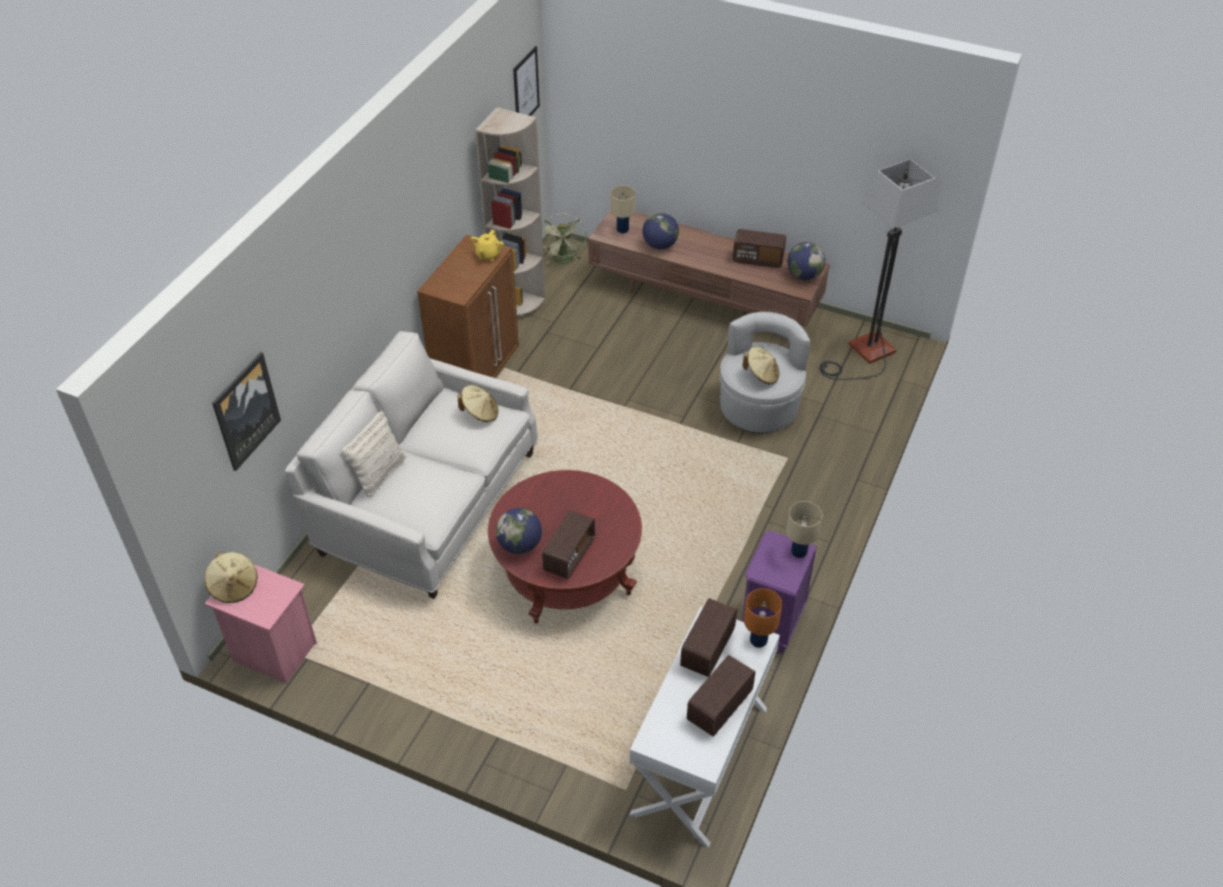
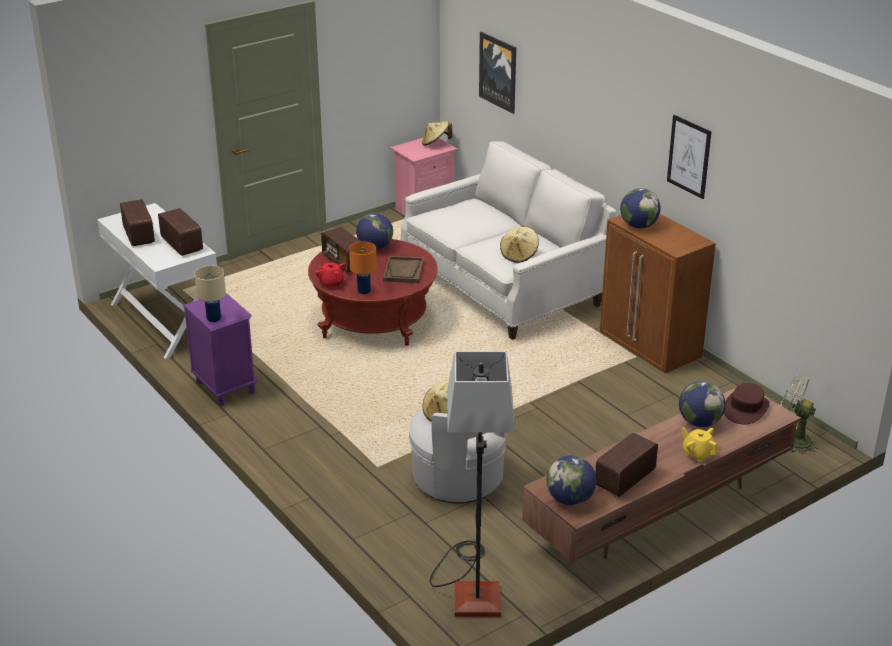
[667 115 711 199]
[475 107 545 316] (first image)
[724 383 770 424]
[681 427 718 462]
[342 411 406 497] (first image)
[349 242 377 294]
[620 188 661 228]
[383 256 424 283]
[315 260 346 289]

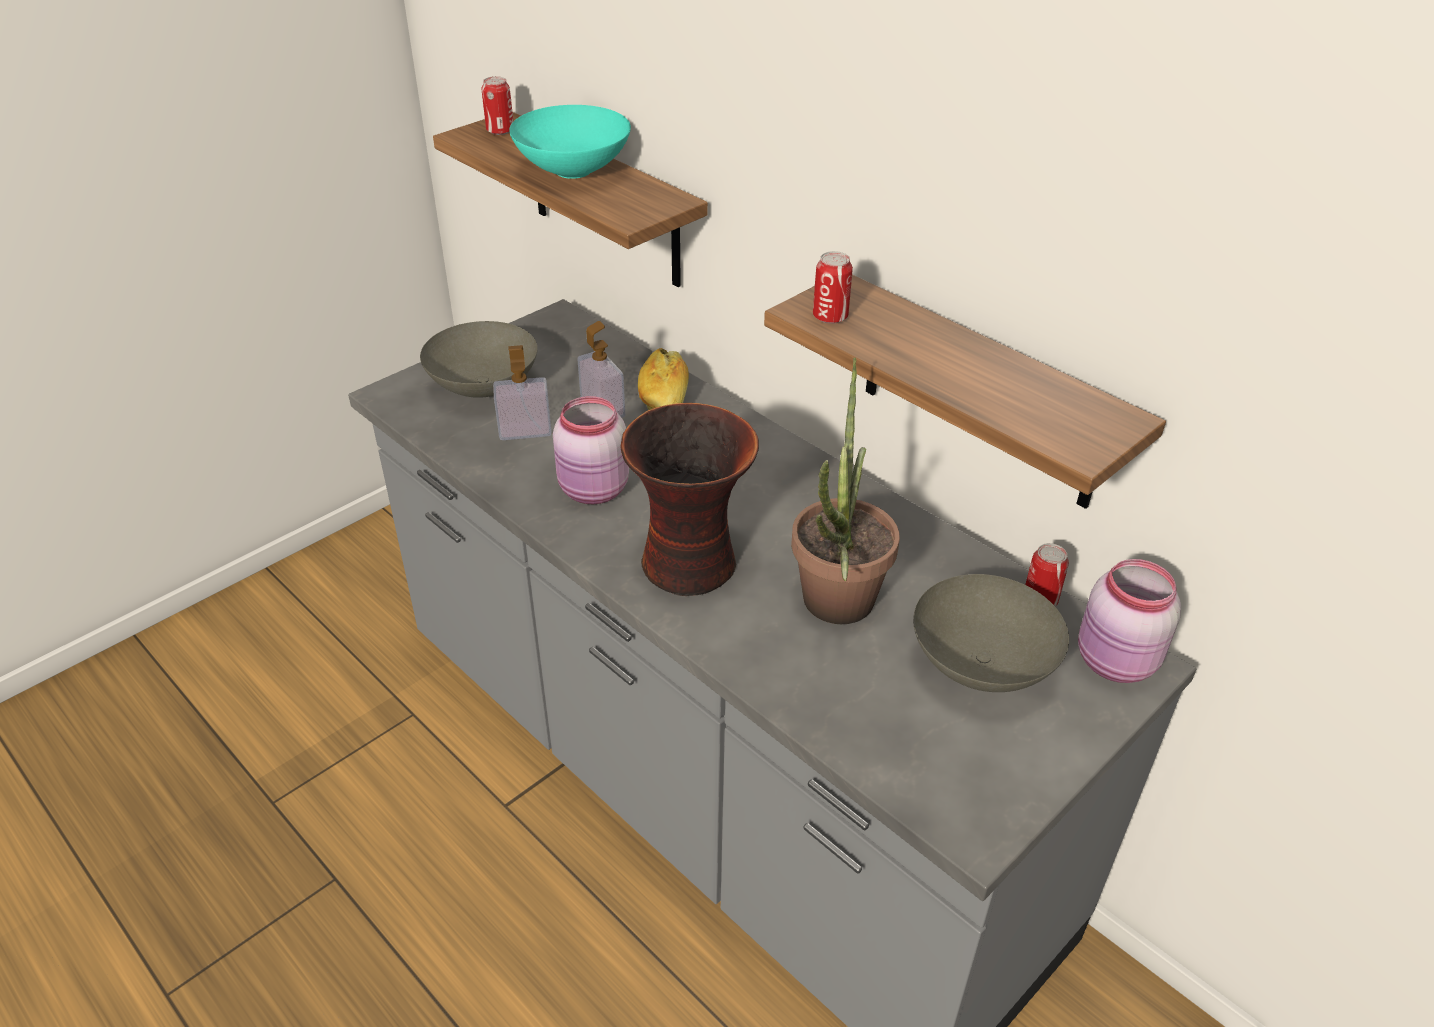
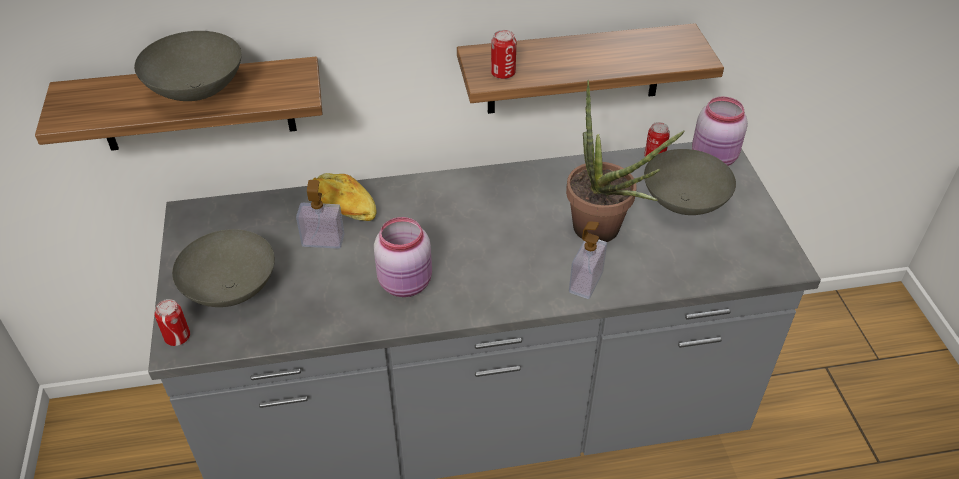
[155 299 190 346]
[134 31 242 101]
[569 221 607 299]
[621 403 759 596] (first image)

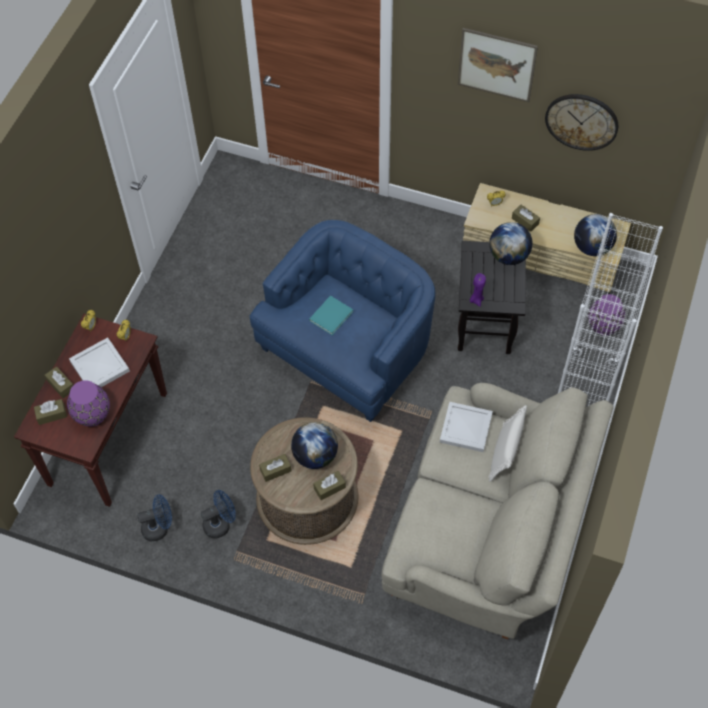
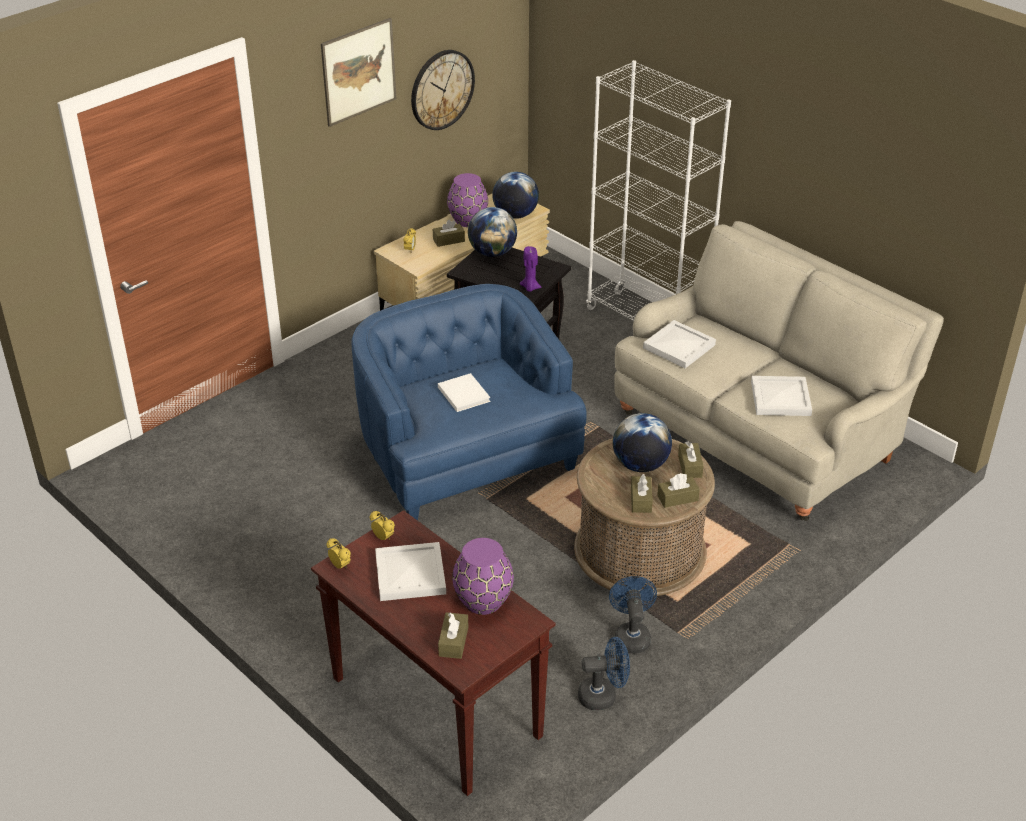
[447 173 488 227]
[438 373 490 412]
[657 473 700 508]
[489 405 527 482] (first image)
[578 637 630 710]
[751 376 812 416]

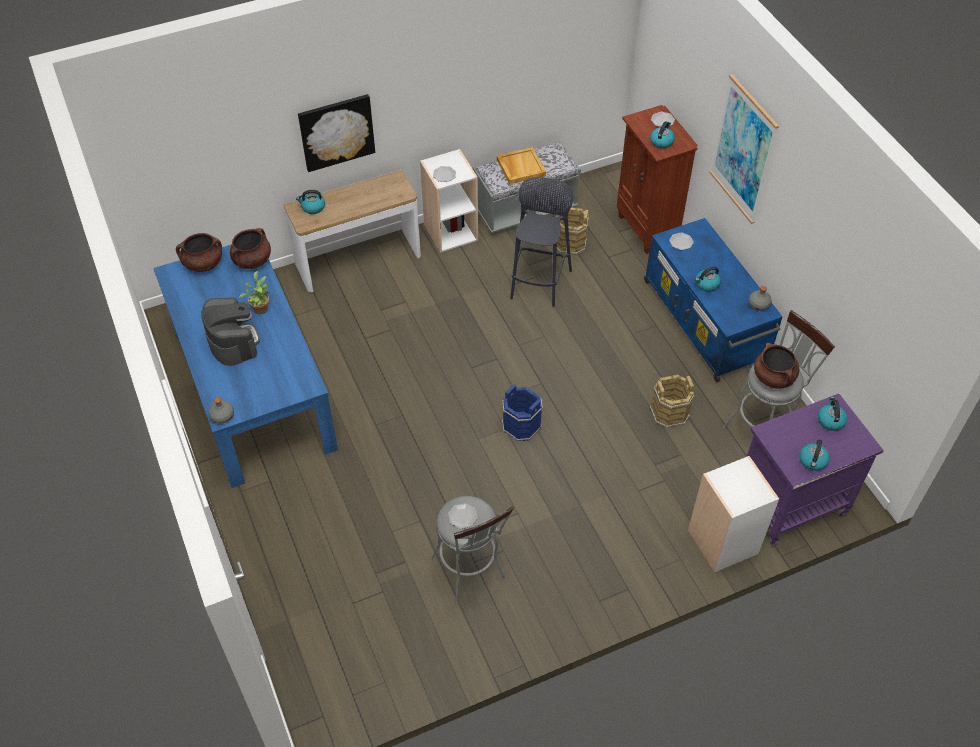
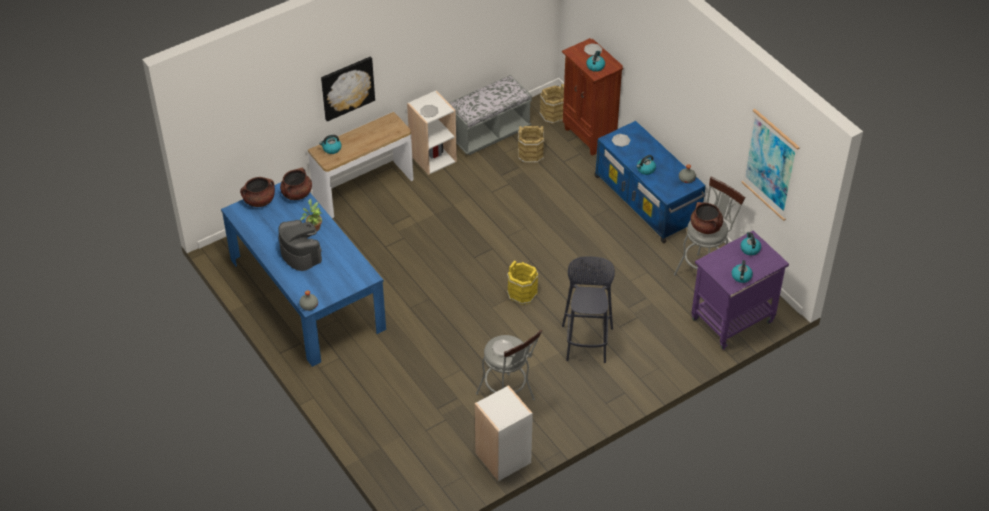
[741 109 800 221]
[497 147 546 185] (first image)
[562 256 615 363]
[540 84 564 124]
[507 261 539 305]
[475 385 533 481]

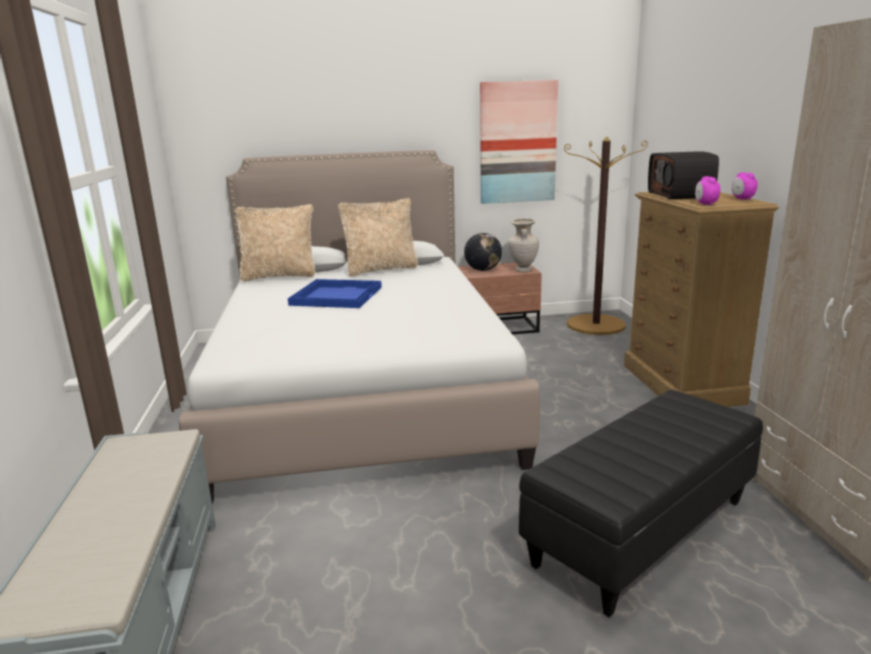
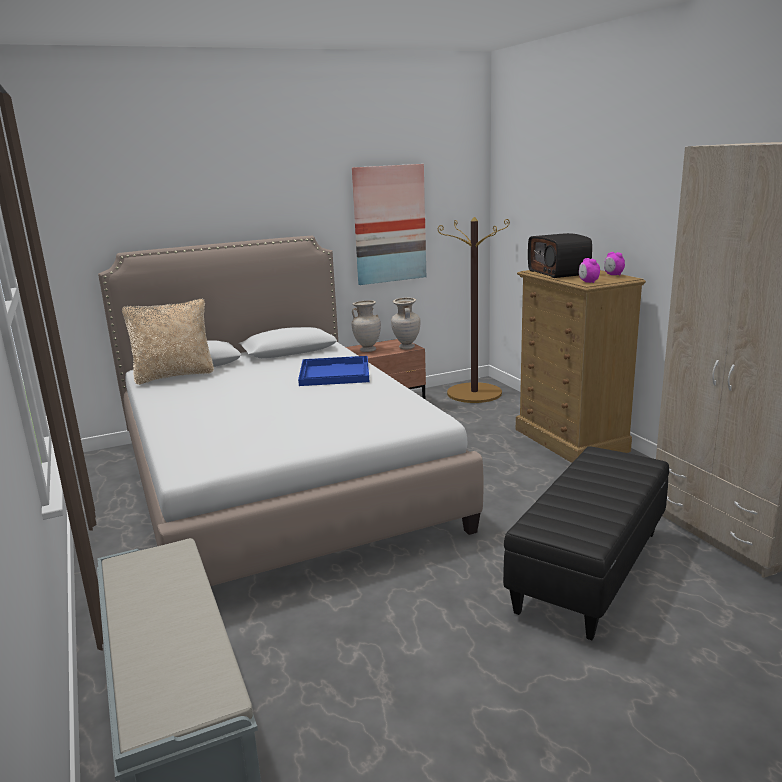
[338 198 418 277] (first image)
[351 300 381 352]
[298 356 369 386]

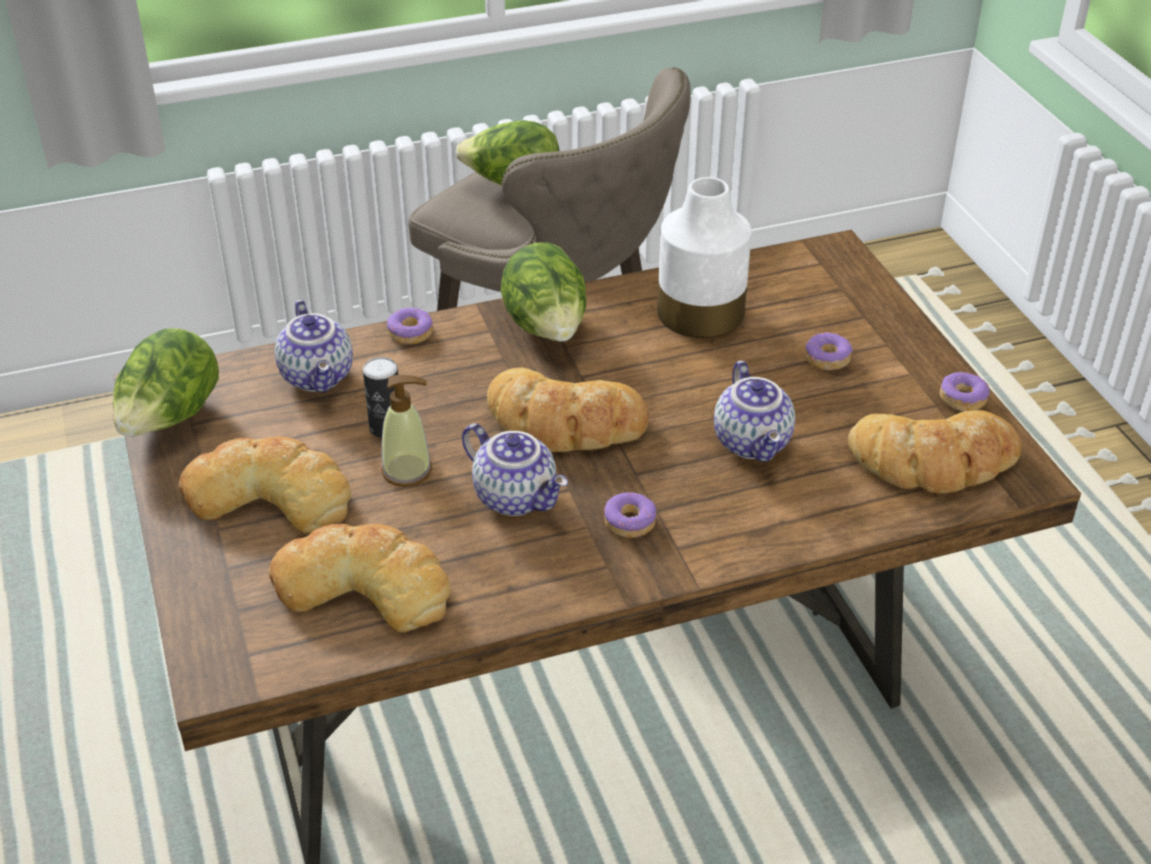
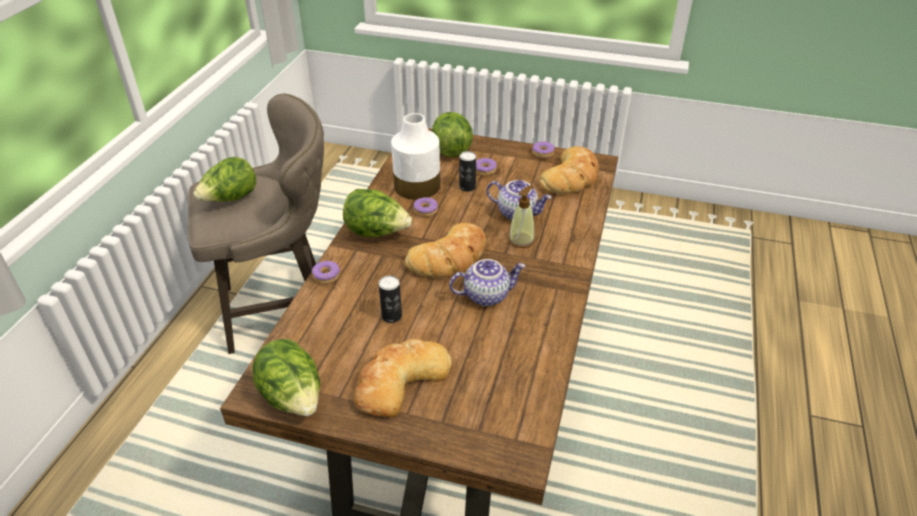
[275 300 353 393] (first image)
[509 186 535 248]
[414 197 438 217]
[269 524 451 633] (first image)
[432 112 473 157]
[459 151 476 192]

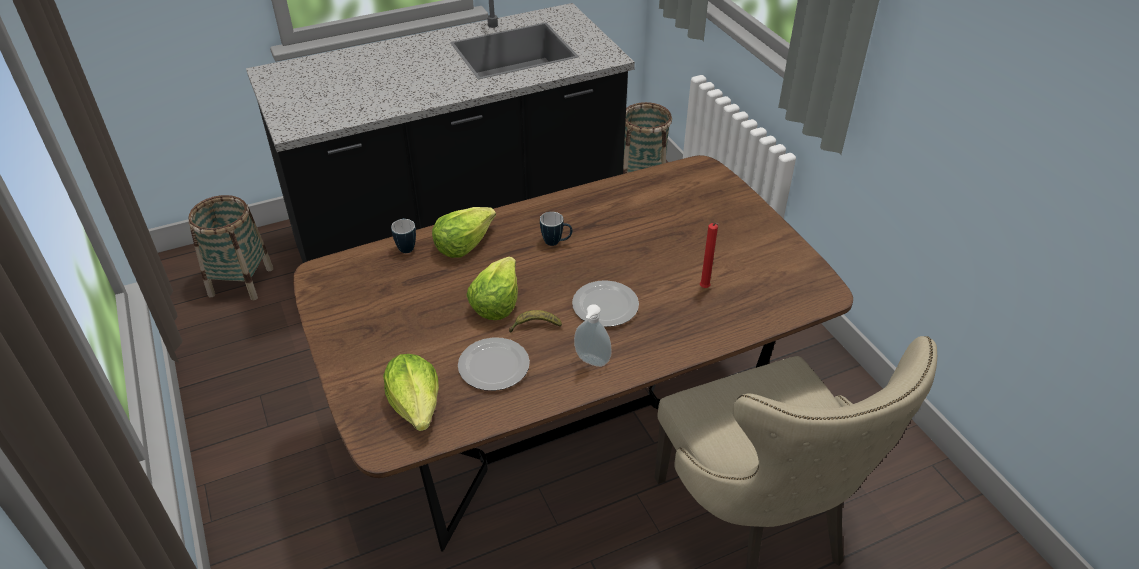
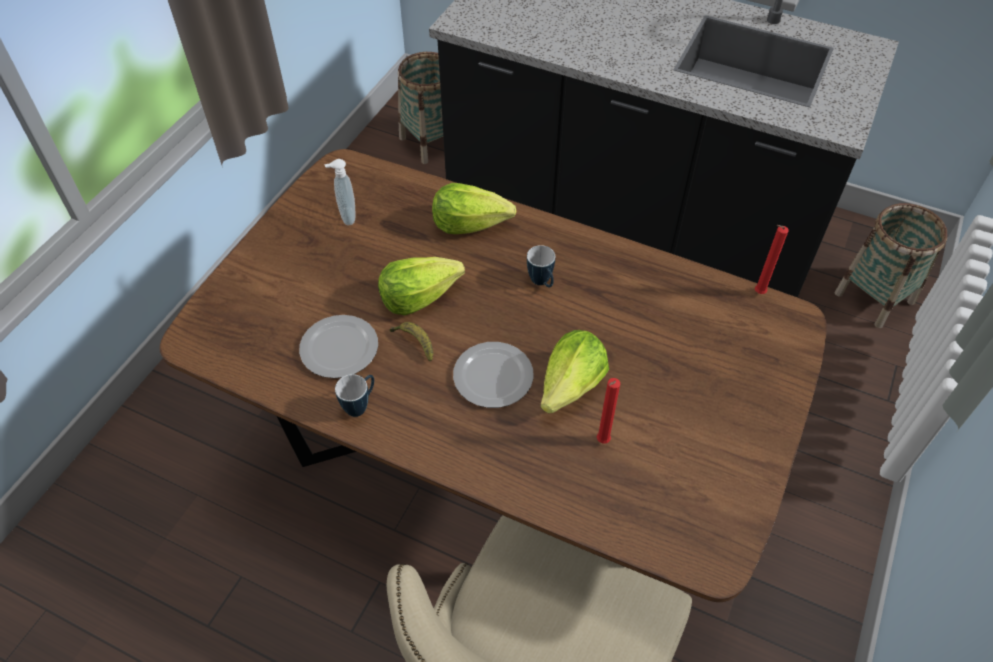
[335 374 374 417]
[325 159 356 225]
[540 330 609 413]
[755 225 789 294]

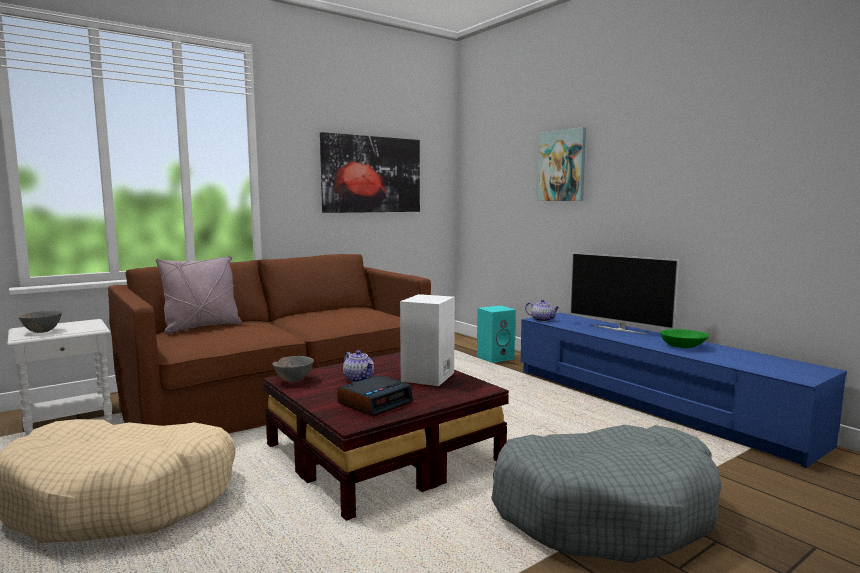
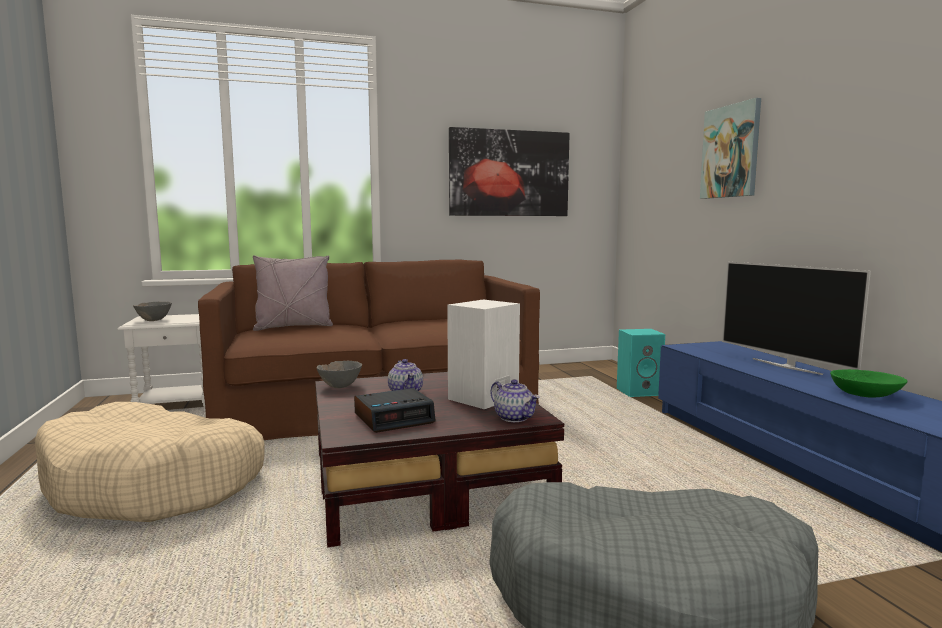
[490 379 540 422]

